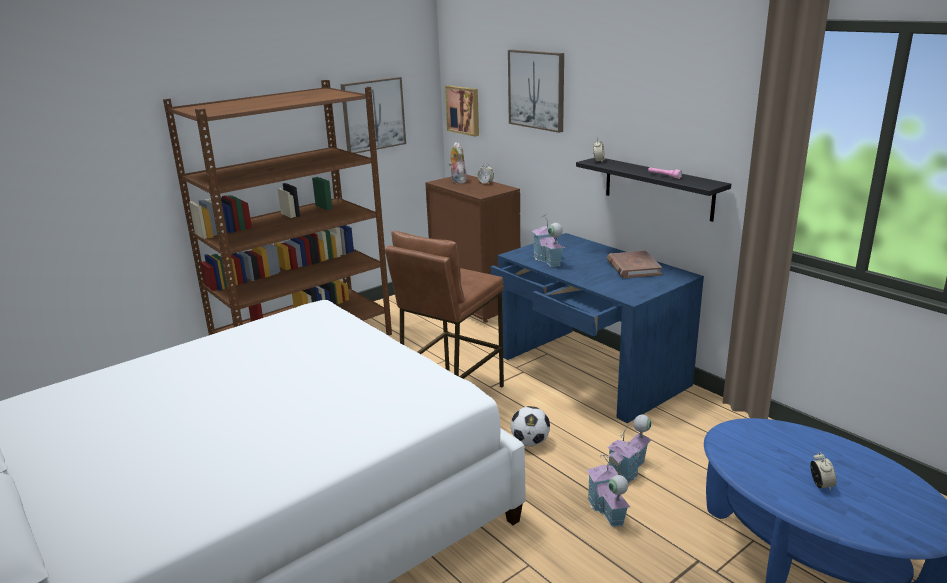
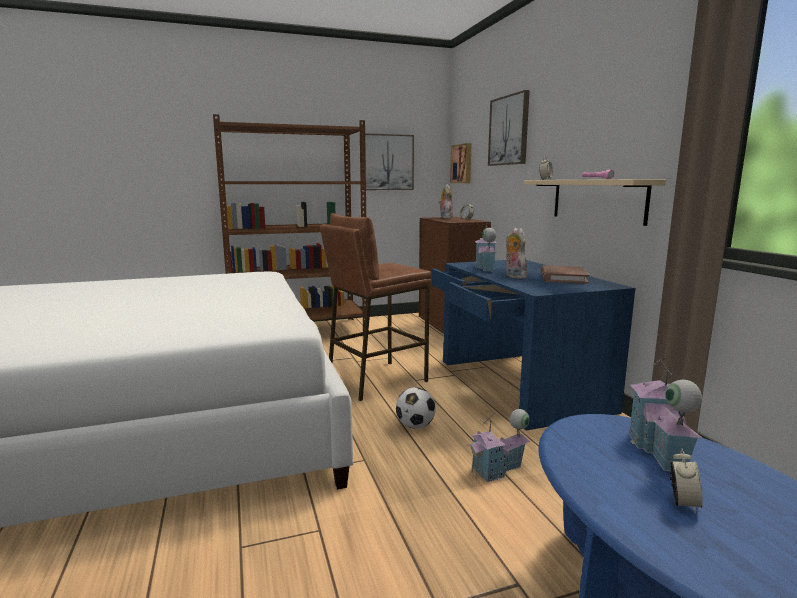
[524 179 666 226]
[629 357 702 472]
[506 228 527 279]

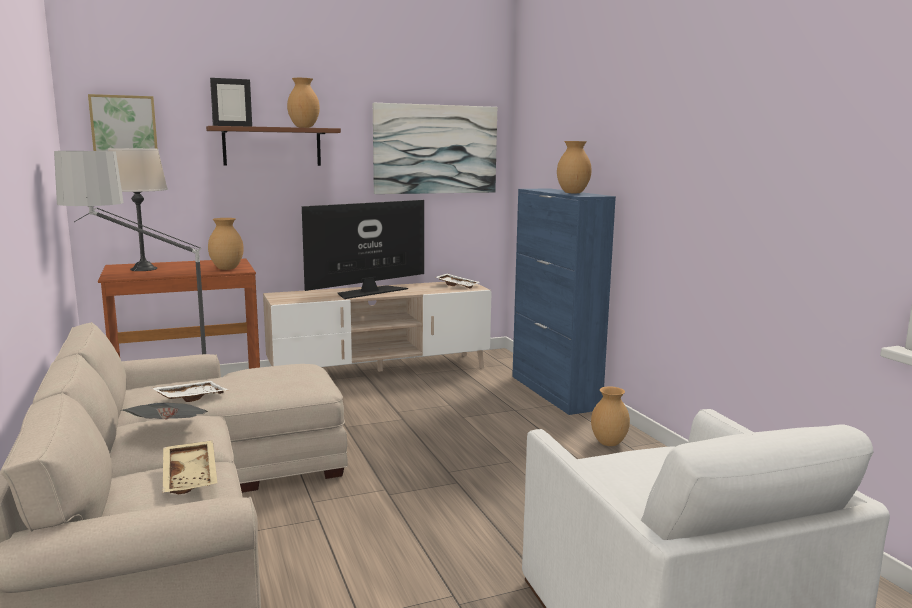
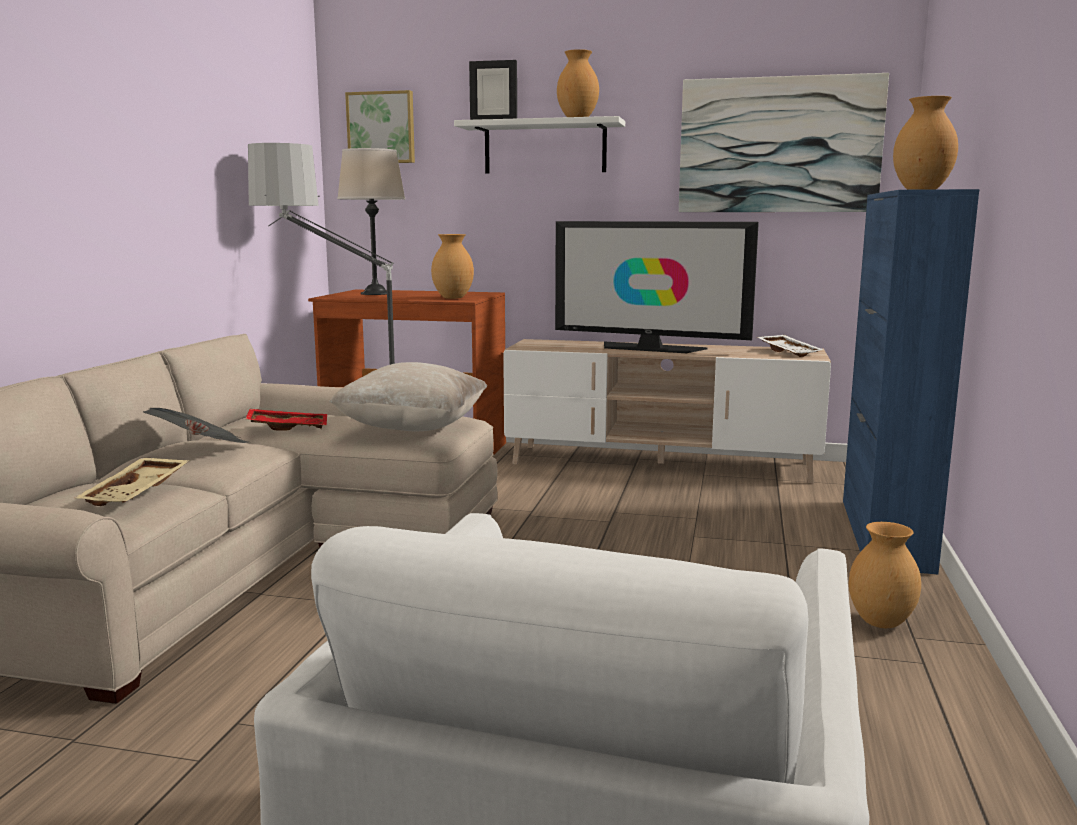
[454 116 625 174]
[555 221 759 353]
[245 409 327 431]
[329 362 487 431]

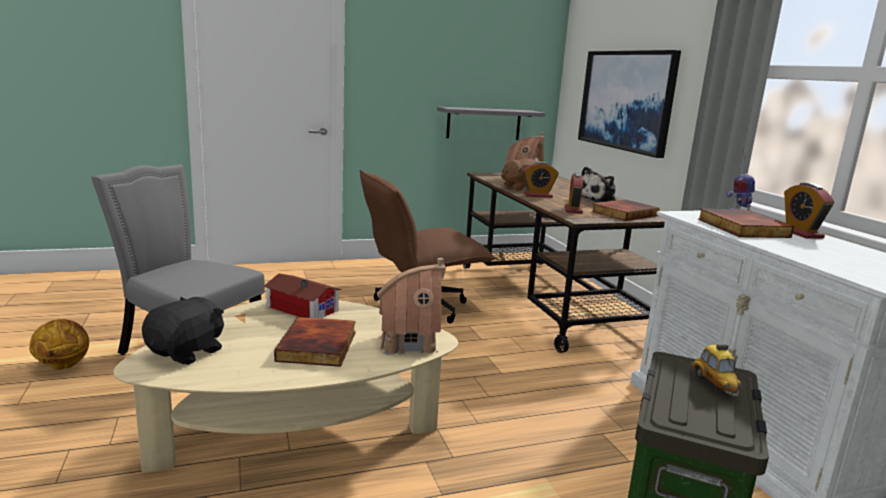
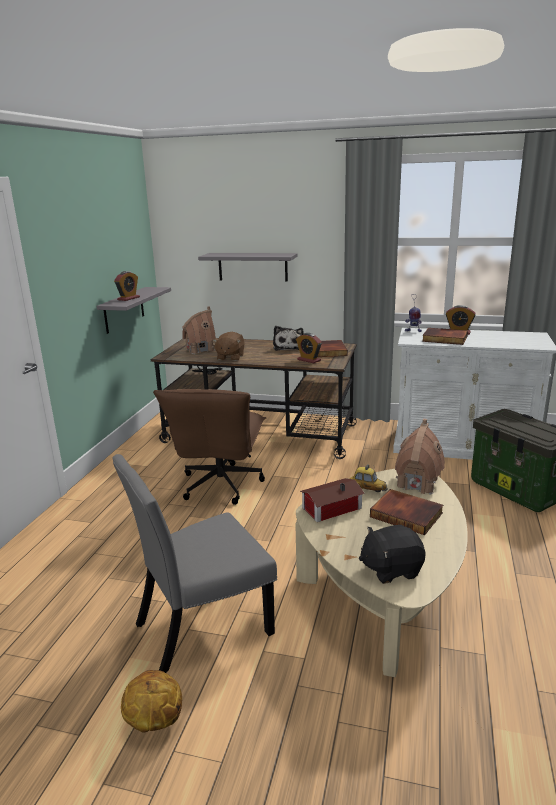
[198 253 297 282]
[114 271 140 301]
[359 525 426 584]
[350 464 387 492]

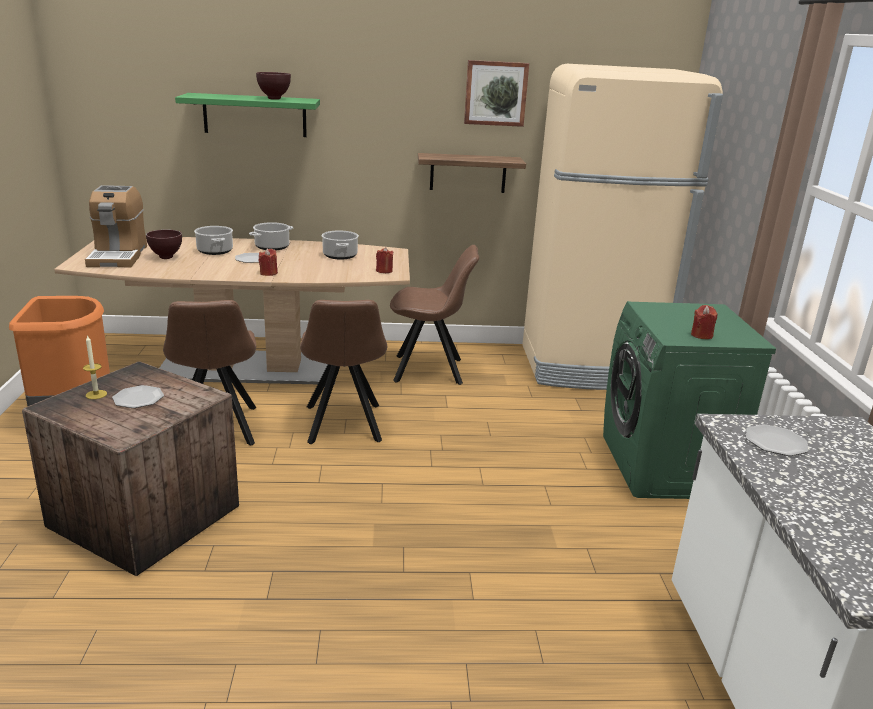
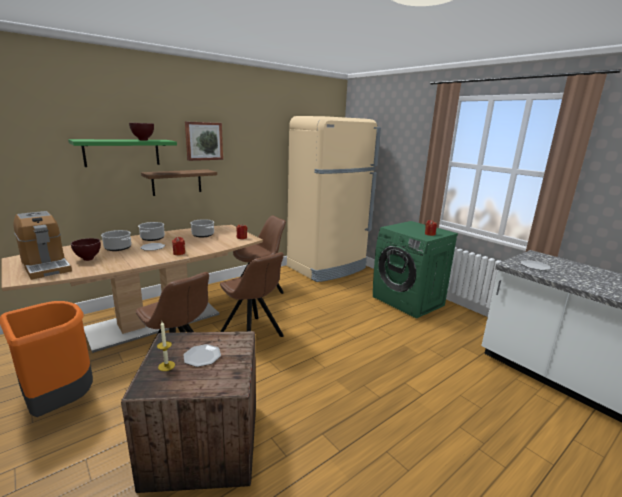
[185 121 223 161]
[141 169 217 196]

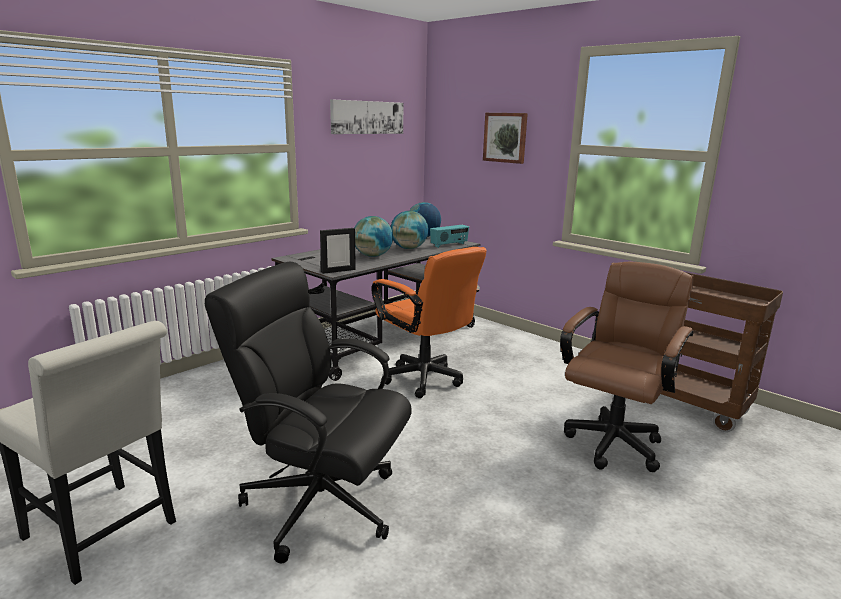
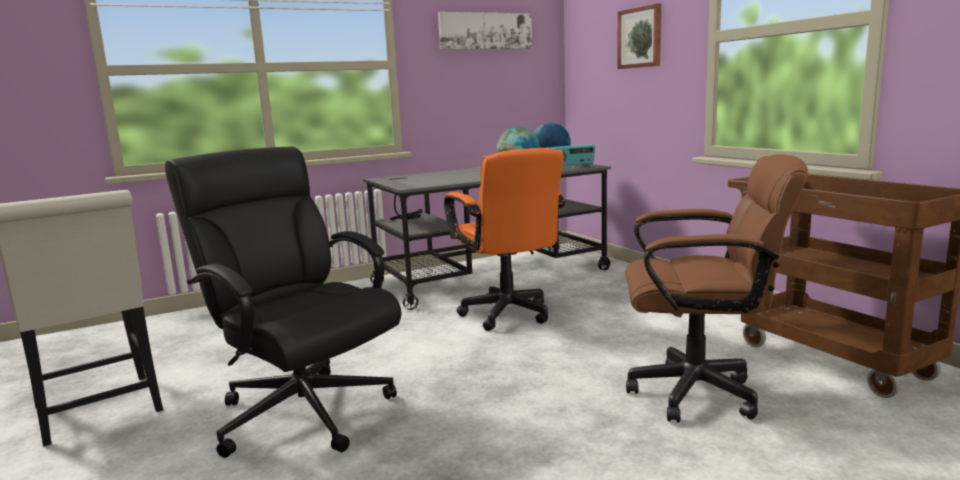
[354 216 393 257] (first image)
[320 228 356 274] (first image)
[625 154 808 423]

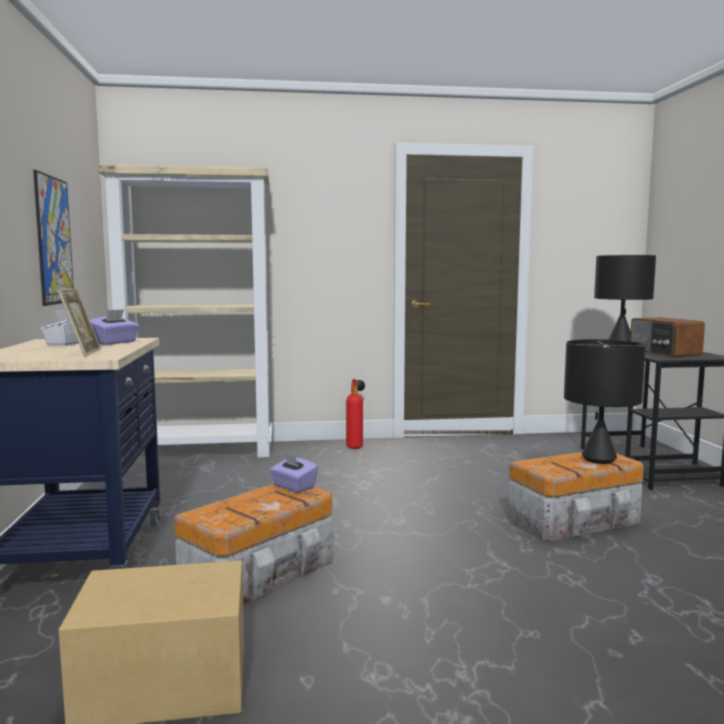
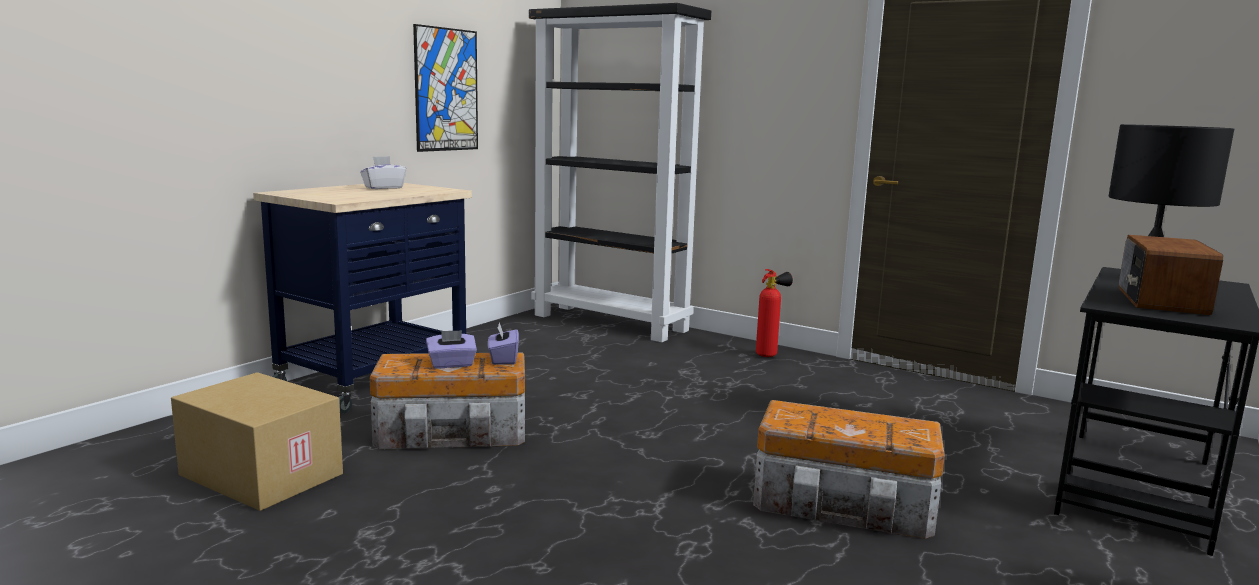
[529 3 711 342]
[58 289 101 356] (first image)
[426 330 477 368]
[564 339 646 464] (first image)

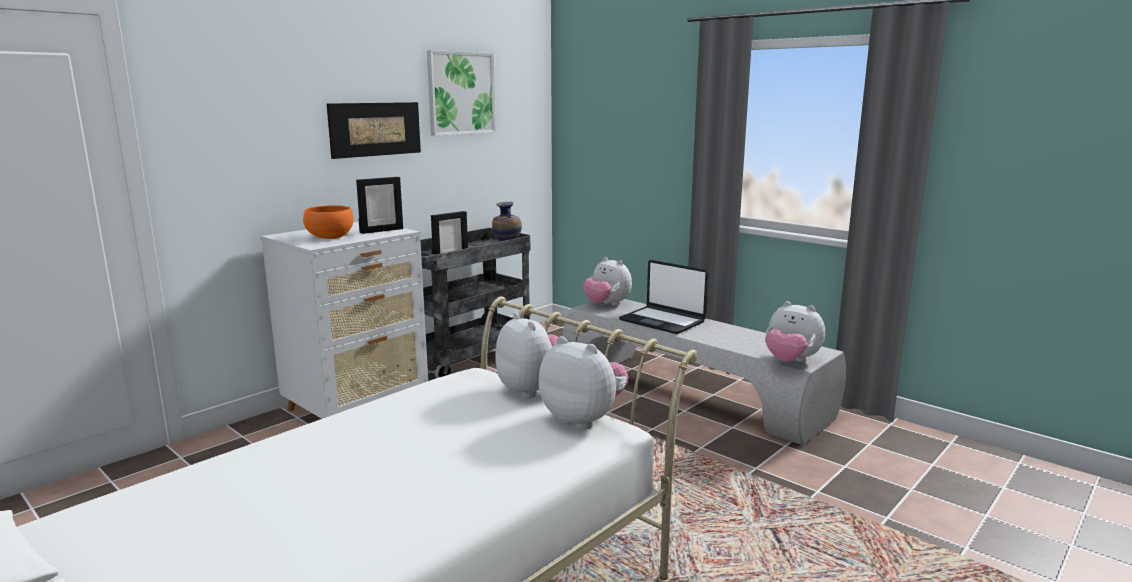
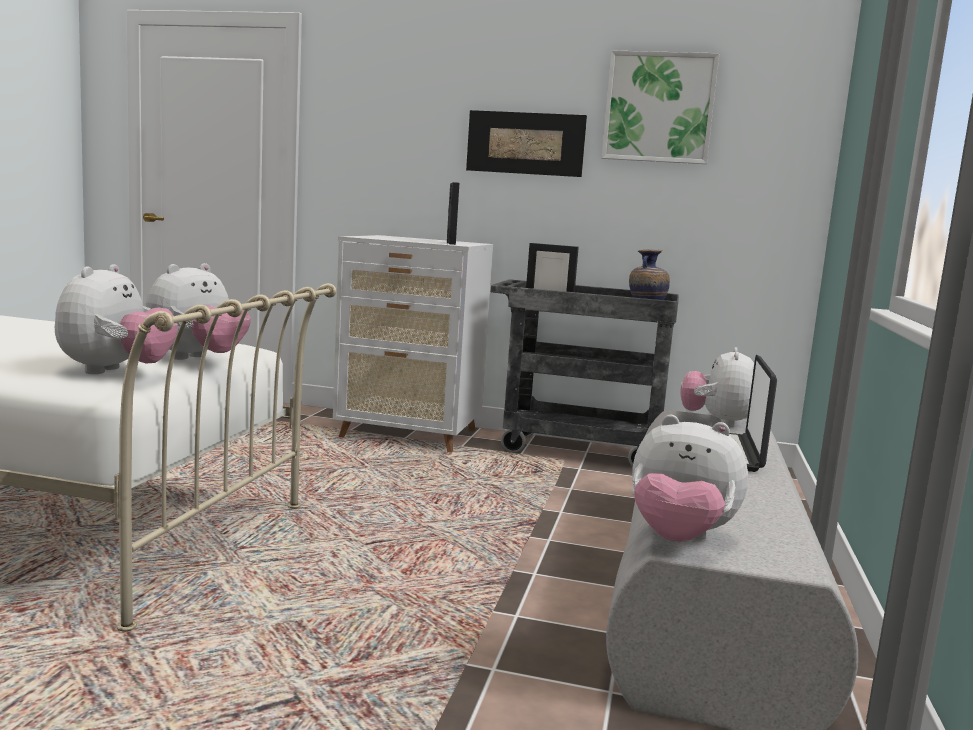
[447 182 459 245]
[303 205 354 239] (first image)
[632 415 748 542]

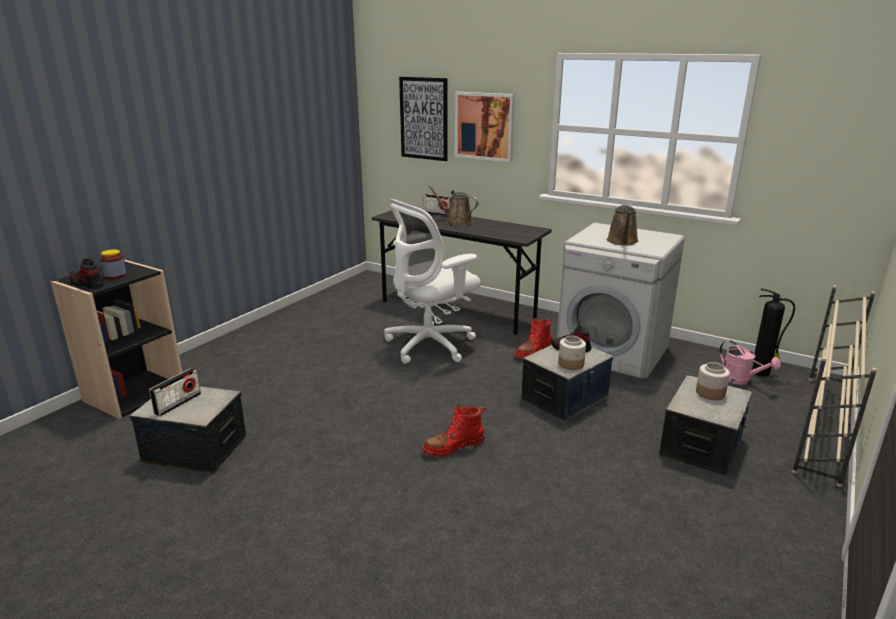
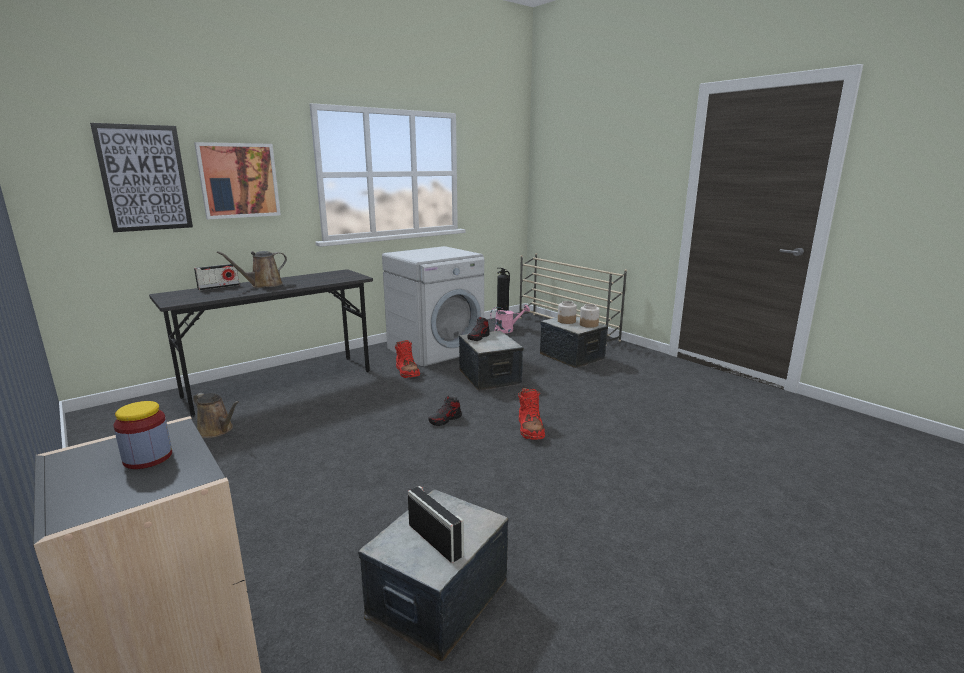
[384 199 481 364] (first image)
[193 393 239 438]
[428 396 462 426]
[580 304 600 328]

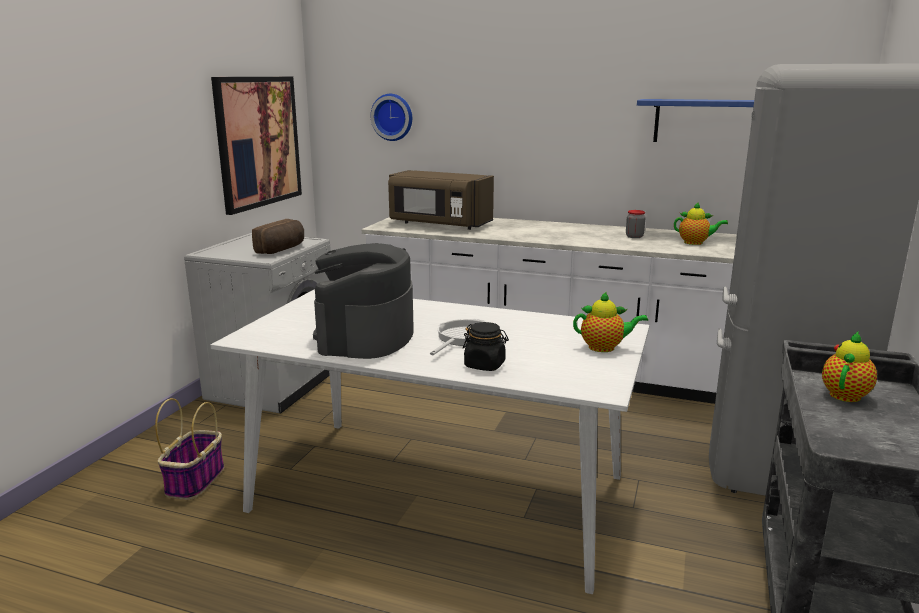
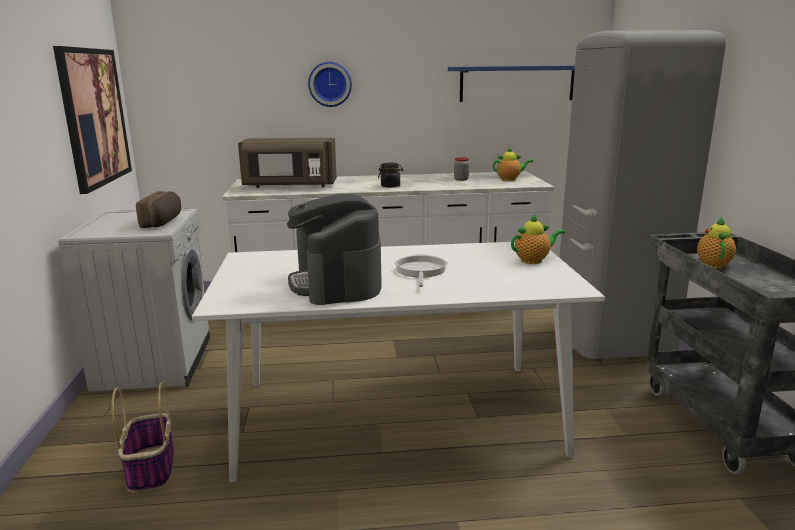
[308 62 352 107]
[378 163 403 187]

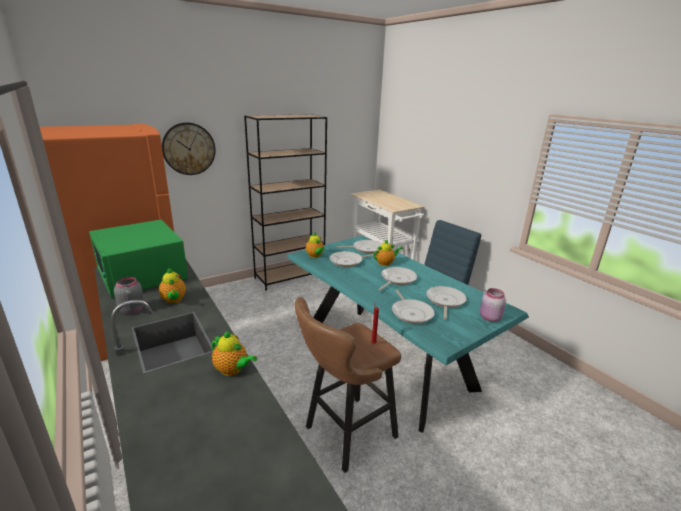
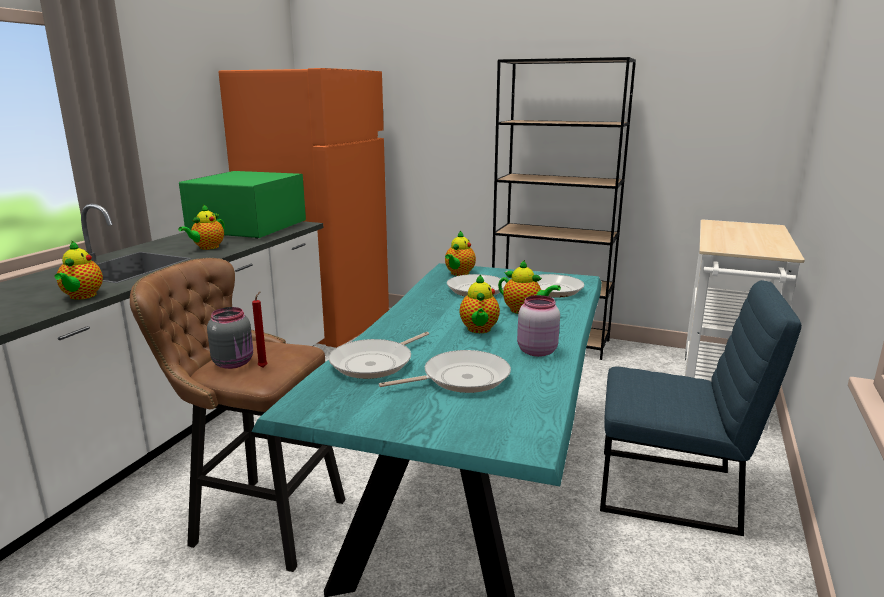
[162 122 216 175] (first image)
[459 275 500 333]
[207 307 253 369]
[517 295 560 357]

